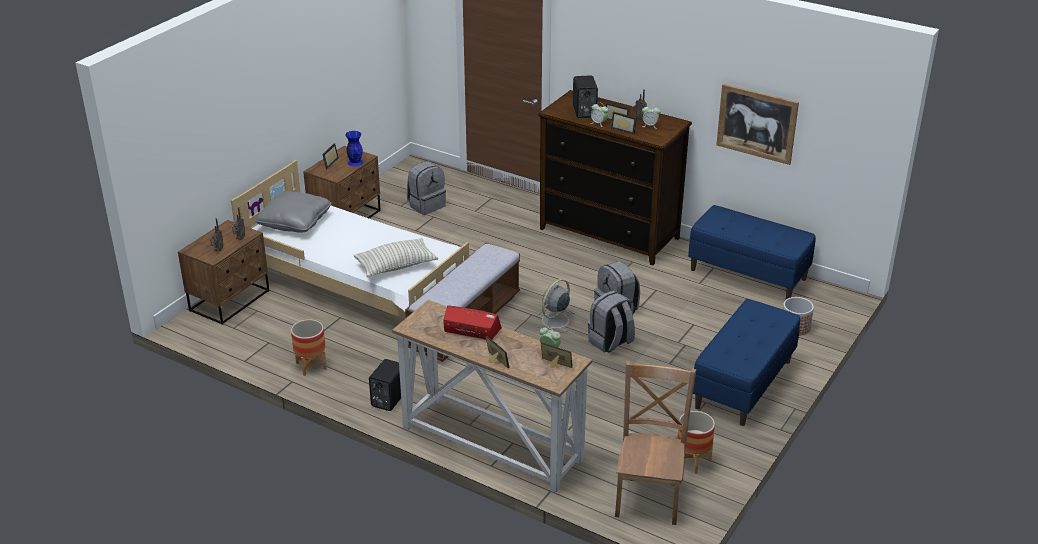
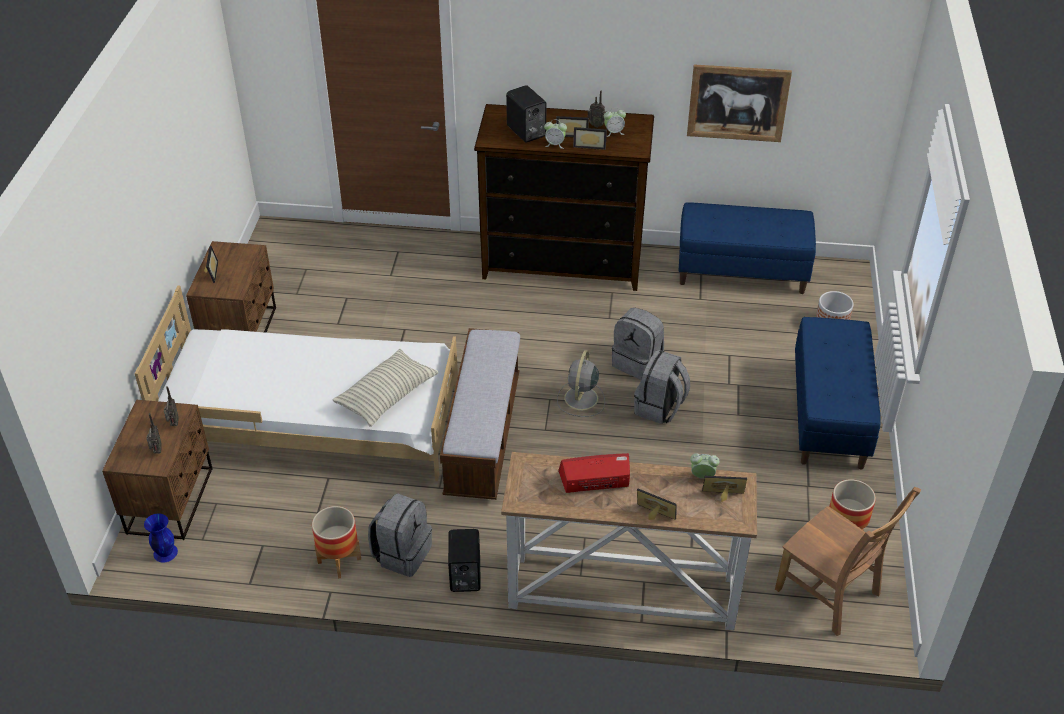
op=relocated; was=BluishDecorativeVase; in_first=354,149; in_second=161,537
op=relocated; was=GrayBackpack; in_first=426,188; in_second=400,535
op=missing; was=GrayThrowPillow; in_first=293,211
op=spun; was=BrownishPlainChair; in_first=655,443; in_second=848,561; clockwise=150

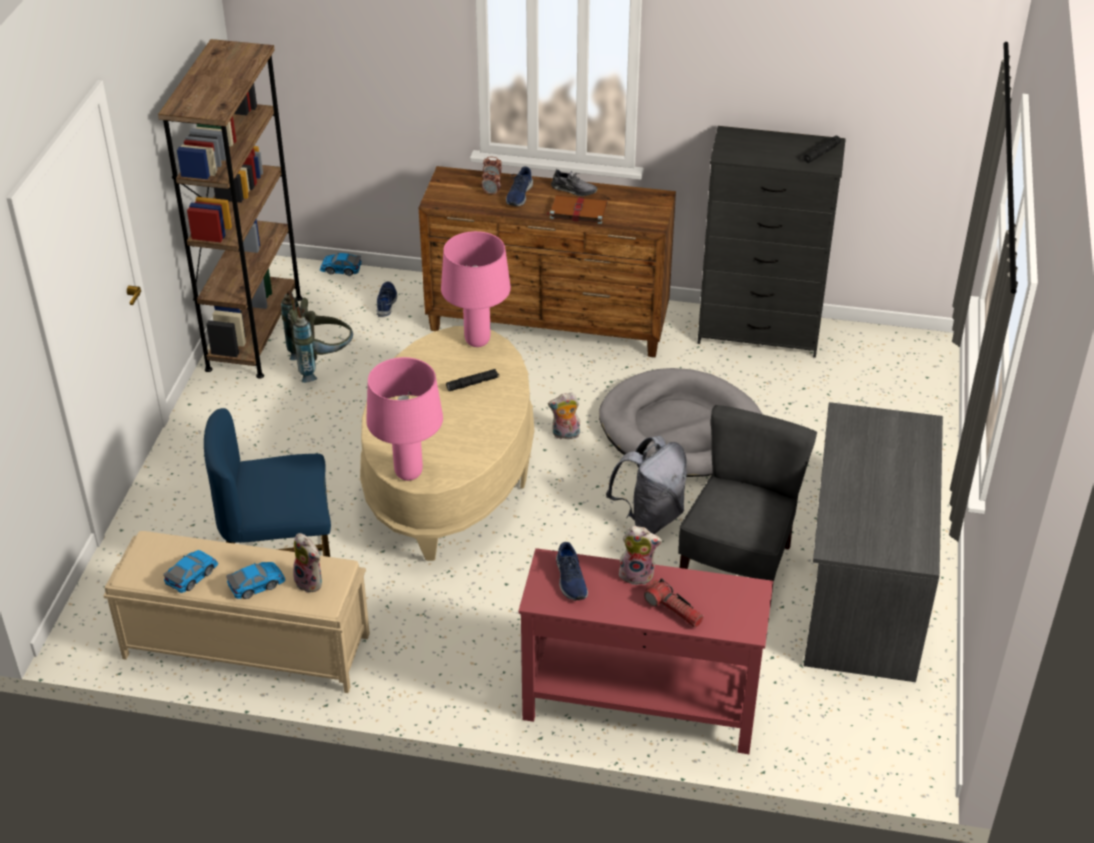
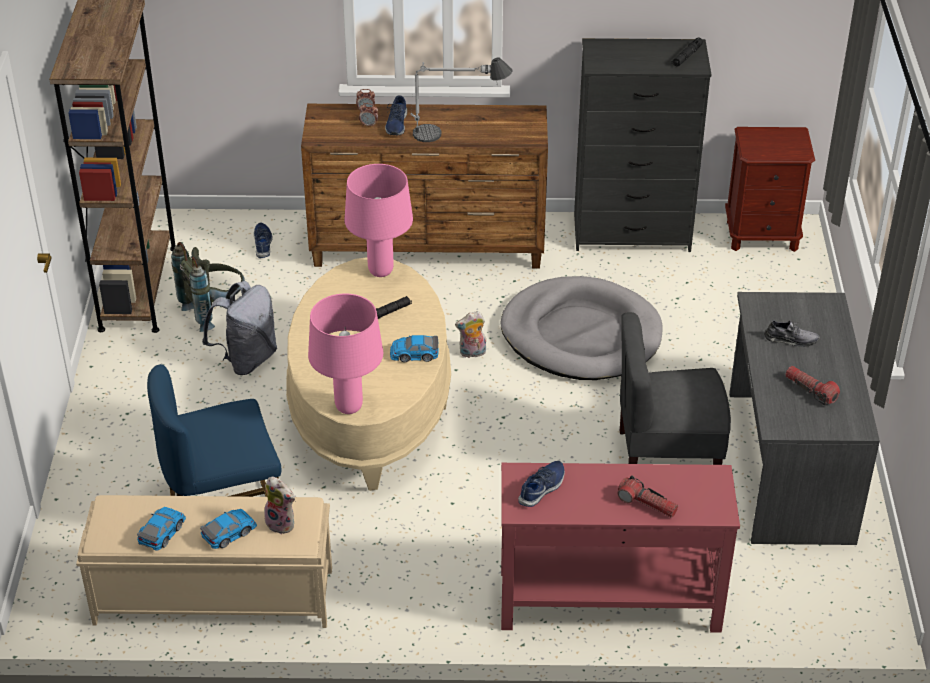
op=relocated; was=GrayShoe; in_first=574,182; in_second=792,333
op=exchanged; was=BrownishBoundBook; now=TabletopLamp; in_first=577,209; in_second=461,100
op=relocated; was=MiniatureCar; in_first=341,264; in_second=414,348
op=spun; was=GrayPlainChair; in_first=747,506; in_second=675,388; clockwise=-105
op=relocated; was=GrayBackpack; in_first=646,485; in_second=239,328
op=missing; was=SoftToy; in_first=640,555
op=spun; was=BluishShoe; in_first=572,571; in_second=541,484; clockwise=-120
op=appeared; now=BrownishBedsideTable; in_second=770,189
op=appeared; now=Torch; in_second=812,385

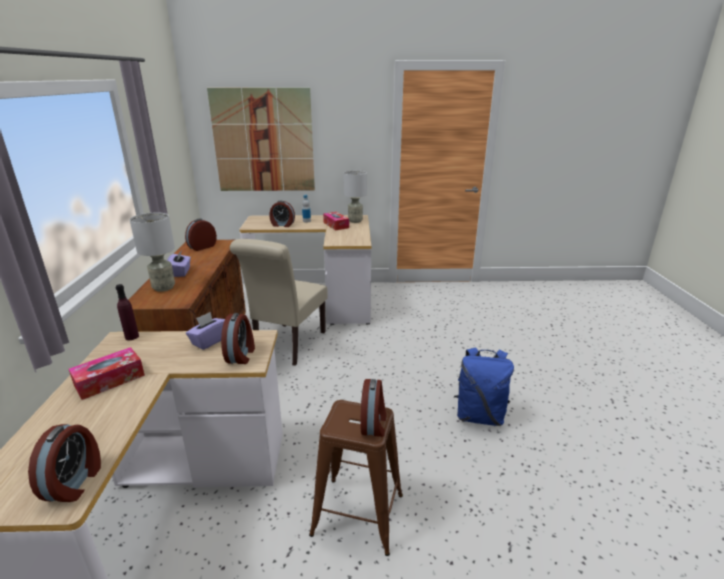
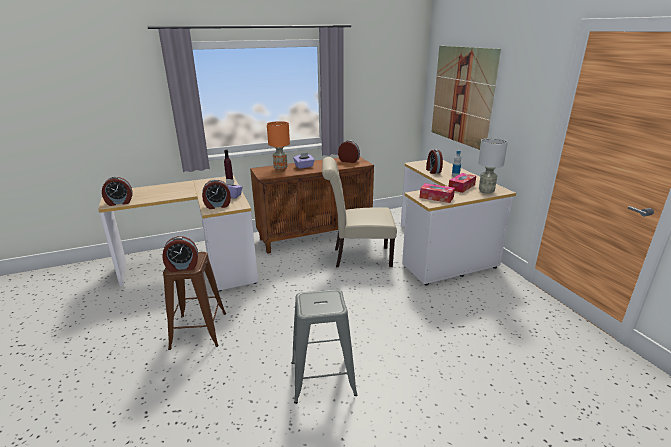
op=colour; was=GrayTabletopLamp; now=OrangeColouredTabletopLamp; in_first=152,252; in_second=278,146
op=relocated; was=TissueHolder; in_first=107,373; in_second=437,193
op=exchanged; was=BluishBackpack; now=GraySittingStool; in_first=484,386; in_second=324,346

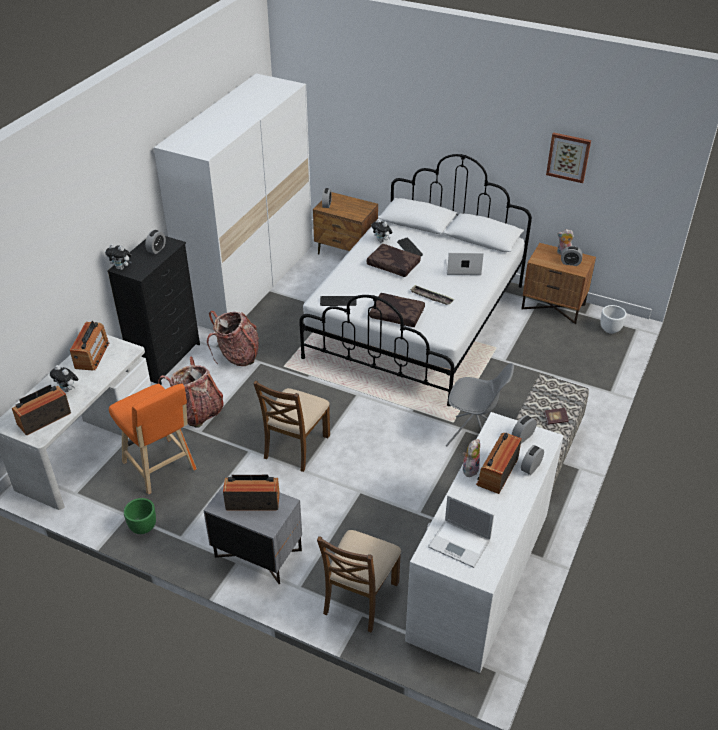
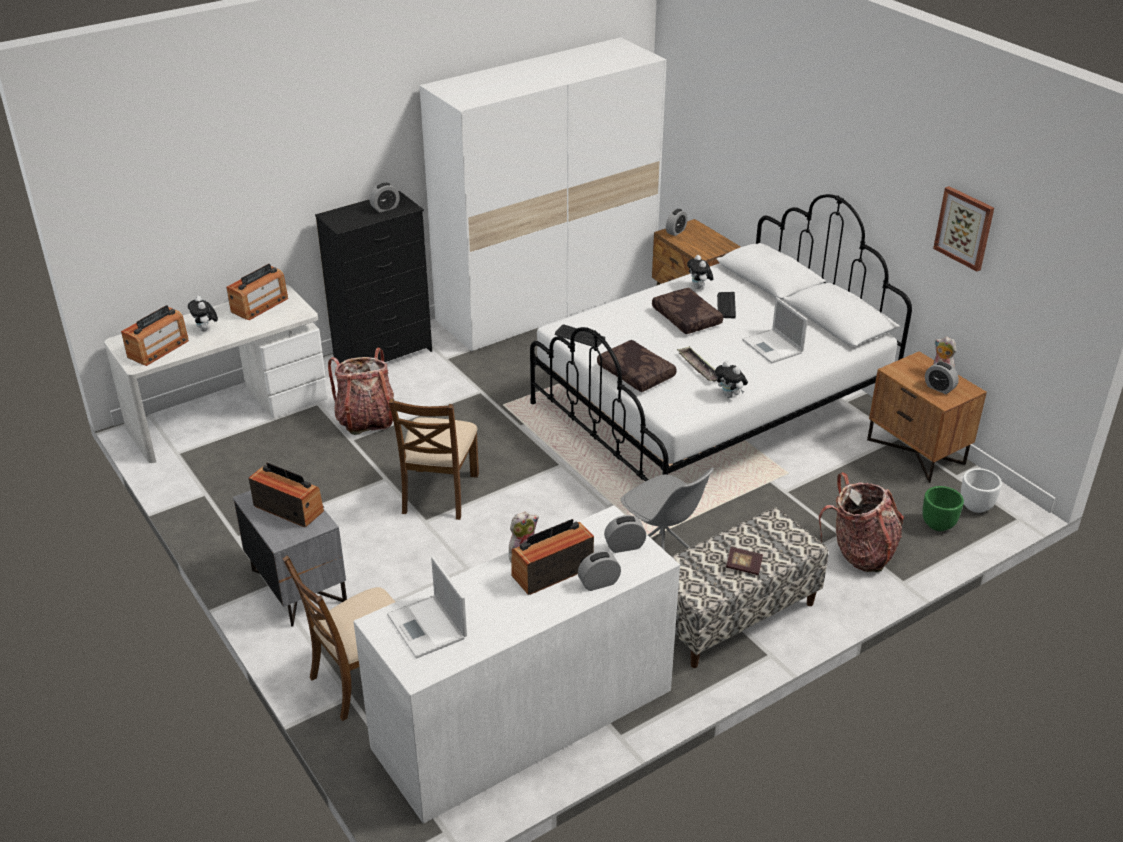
op=relocated; was=SoftToy; in_first=118,257; in_second=731,379
op=spun; was=PortableComputer; in_first=465,263; in_second=775,330; clockwise=-150
op=relocated; was=Backpack; in_first=233,338; in_second=861,522
op=spun; was=BrownishPlainChair; in_first=291,426; in_second=434,459; clockwise=-45
op=missing; was=OrangeColouredSittingStool; in_first=153,439
op=spun; was=RadioReceiver; in_first=41,410; in_second=155,335; clockwise=135
op=relocated; was=GreenishPlantPot; in_first=140,516; in_second=943,508

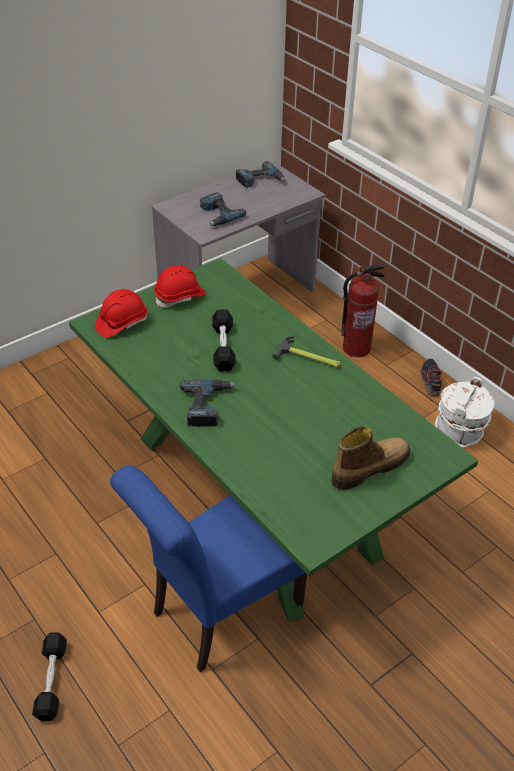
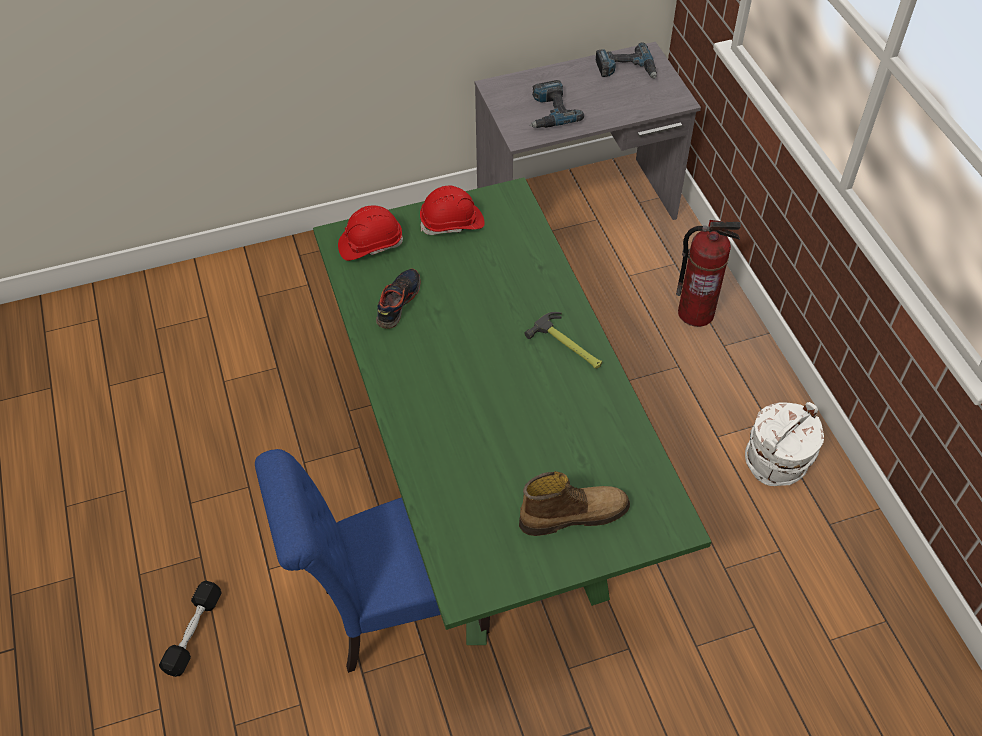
op=missing; was=BlackishDumbbell; in_first=224,340
op=relocated; was=Shoe; in_first=431,377; in_second=398,299
op=missing; was=ElectricDrill; in_first=208,403

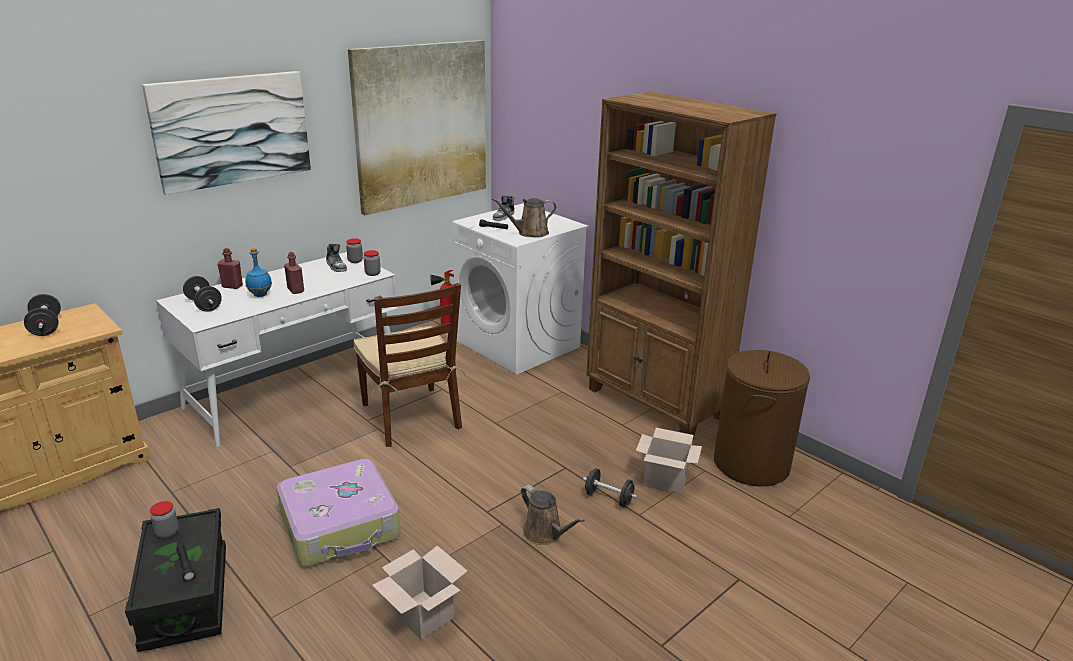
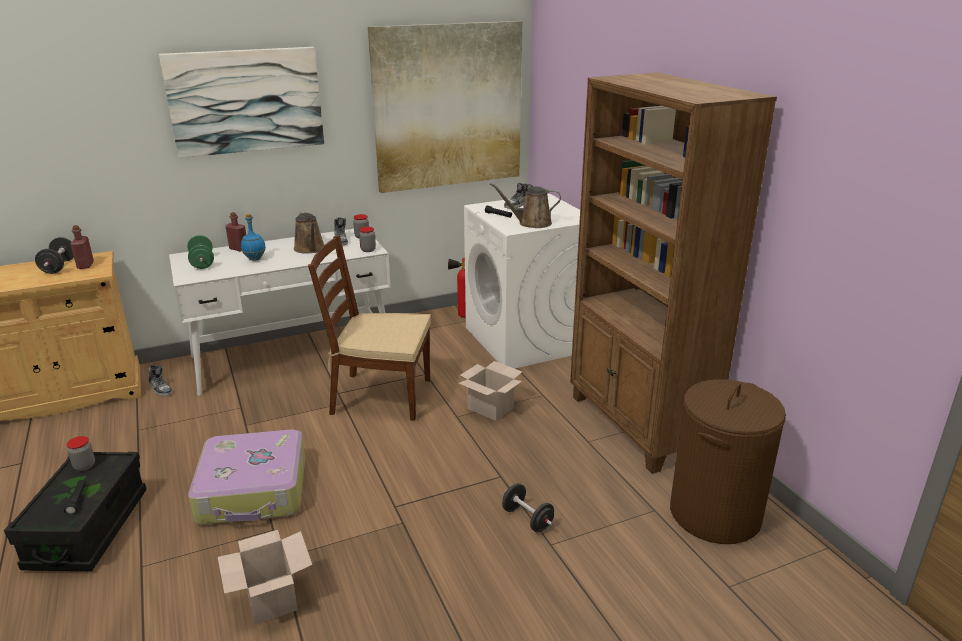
op=relocated; was=ReddishBeverageBottle; in_first=294,273; in_second=82,247
op=colour; was=BlackishDumbbell; now=GreenishDumbbell; in_first=202,294; in_second=200,252
op=spun; was=BrownishPlainChair; in_first=409,365; in_second=369,328; clockwise=105
op=relocated; was=PackingBox; in_first=669,460; in_second=490,391
op=relocated; was=BrownishSprinklingCan; in_first=553,515; in_second=309,233
op=appeared; now=Shoe; in_second=160,380

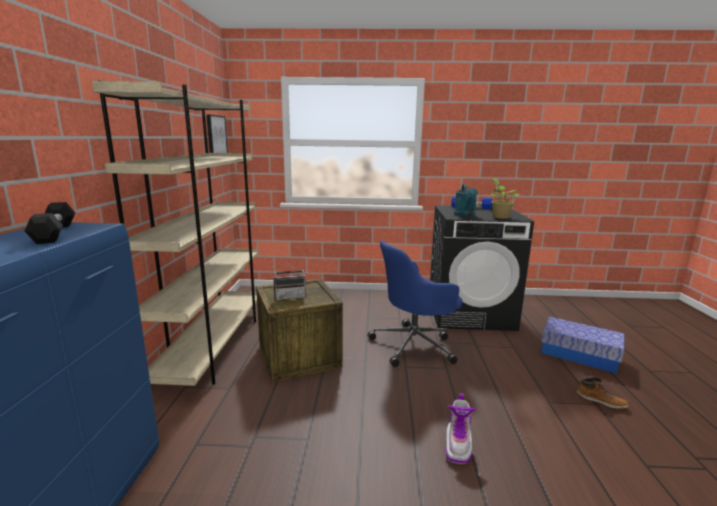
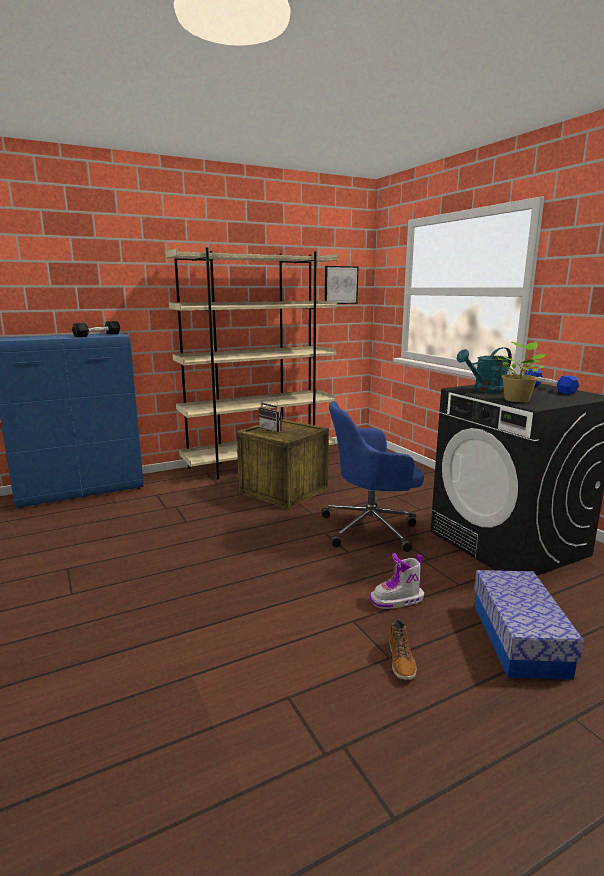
op=spun; was=BluishComputerChair; in_first=415,303; in_second=372,476; clockwise=-45
op=relocated; was=HighTopBoot; in_first=461,428; in_second=396,581

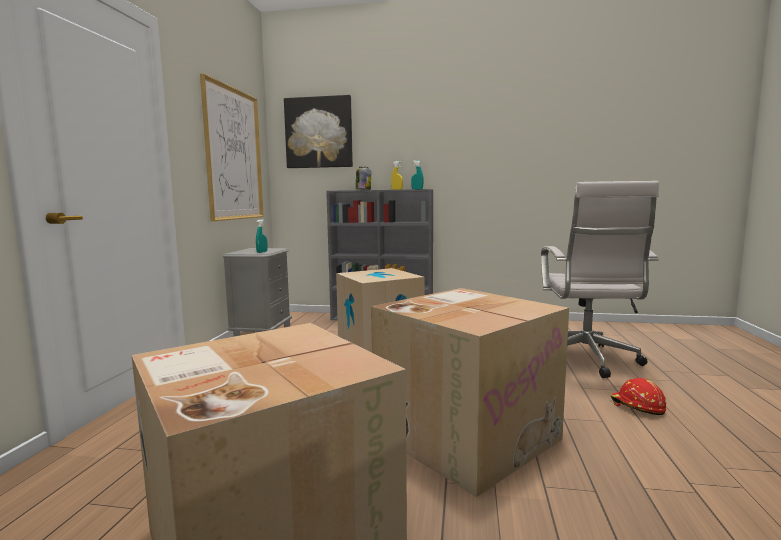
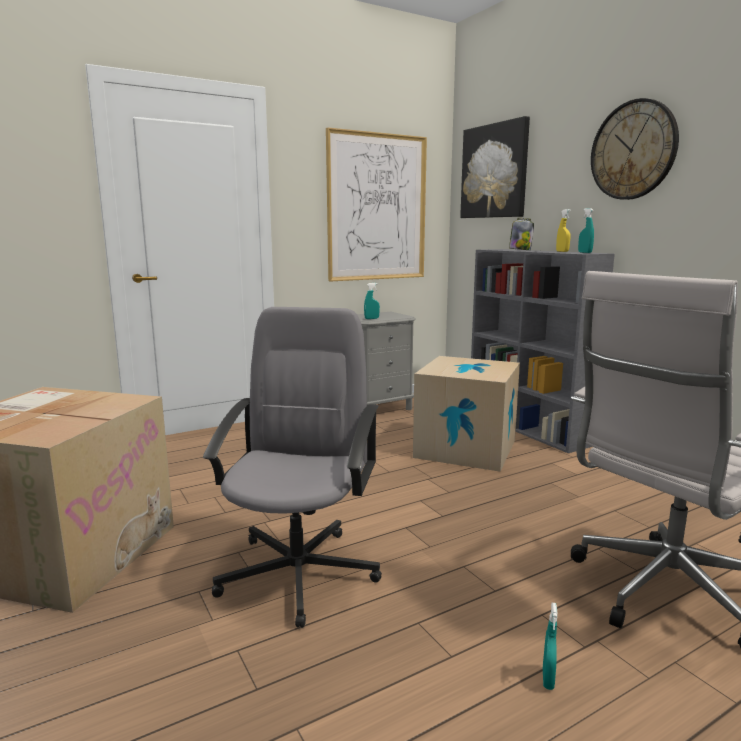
op=exchanged; was=PackingBox; now=GrayComputerChair; in_first=470,392; in_second=292,467
op=exchanged; was=ReddishHardHat; now=TurquoiseColouredSprayBottle; in_first=638,396; in_second=550,646
op=appeared; now=HangingClock; in_second=635,149

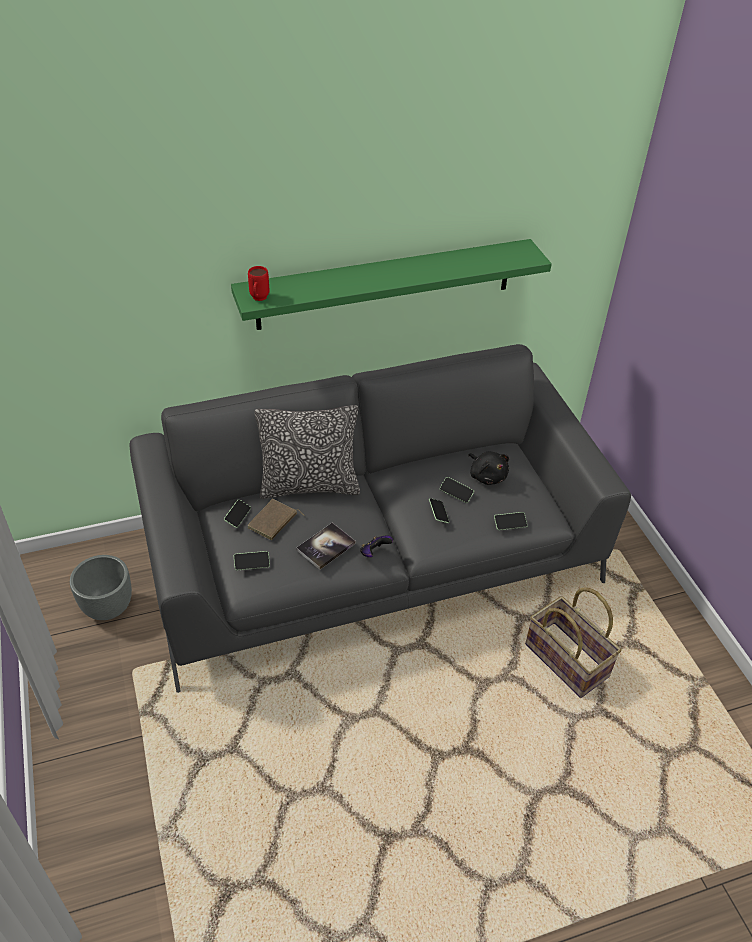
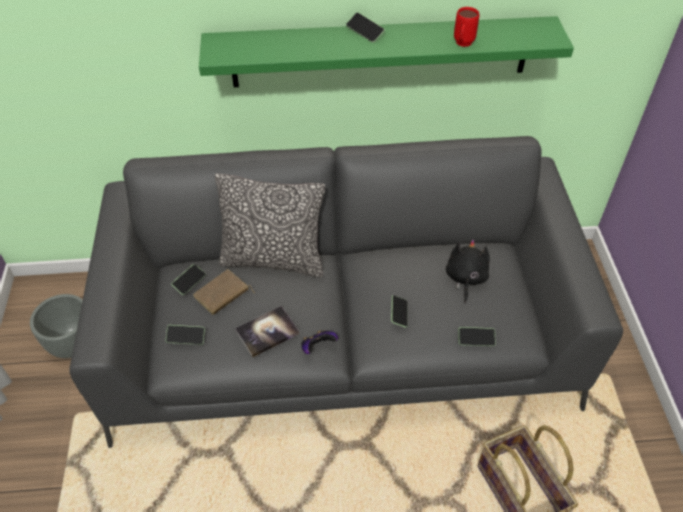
op=relocated; was=ReddishMug; in_first=258,283; in_second=466,27
op=spun; was=BlackishSoftToy; in_first=488,468; in_second=468,271; clockwise=-150
op=relocated; was=Telephone; in_first=457,490; in_second=365,27

